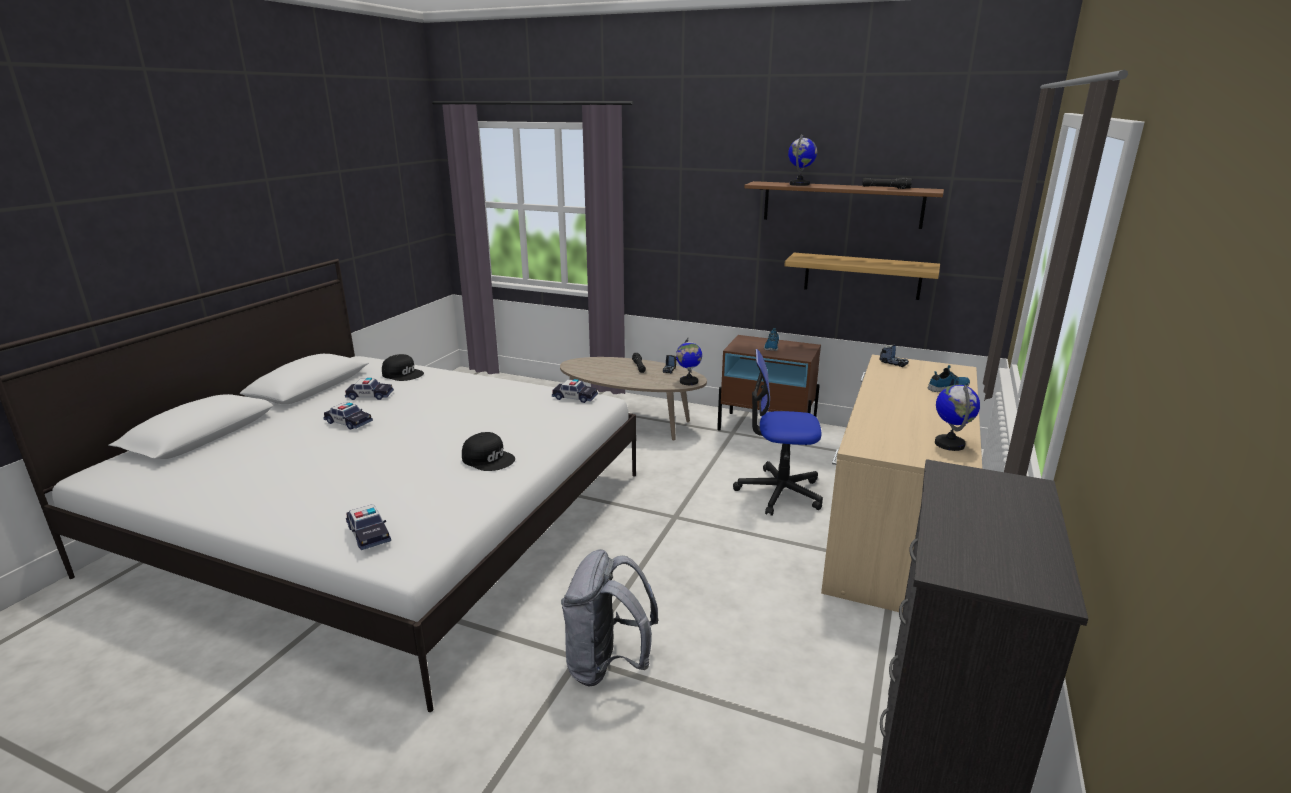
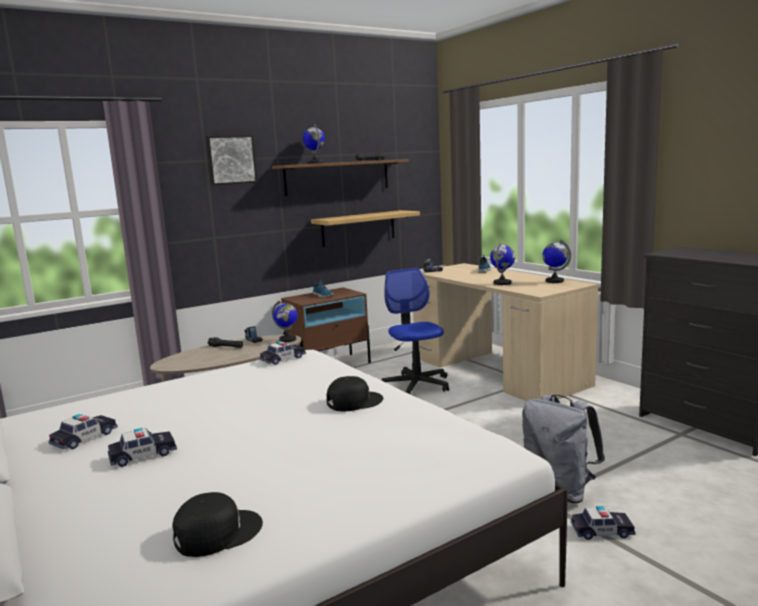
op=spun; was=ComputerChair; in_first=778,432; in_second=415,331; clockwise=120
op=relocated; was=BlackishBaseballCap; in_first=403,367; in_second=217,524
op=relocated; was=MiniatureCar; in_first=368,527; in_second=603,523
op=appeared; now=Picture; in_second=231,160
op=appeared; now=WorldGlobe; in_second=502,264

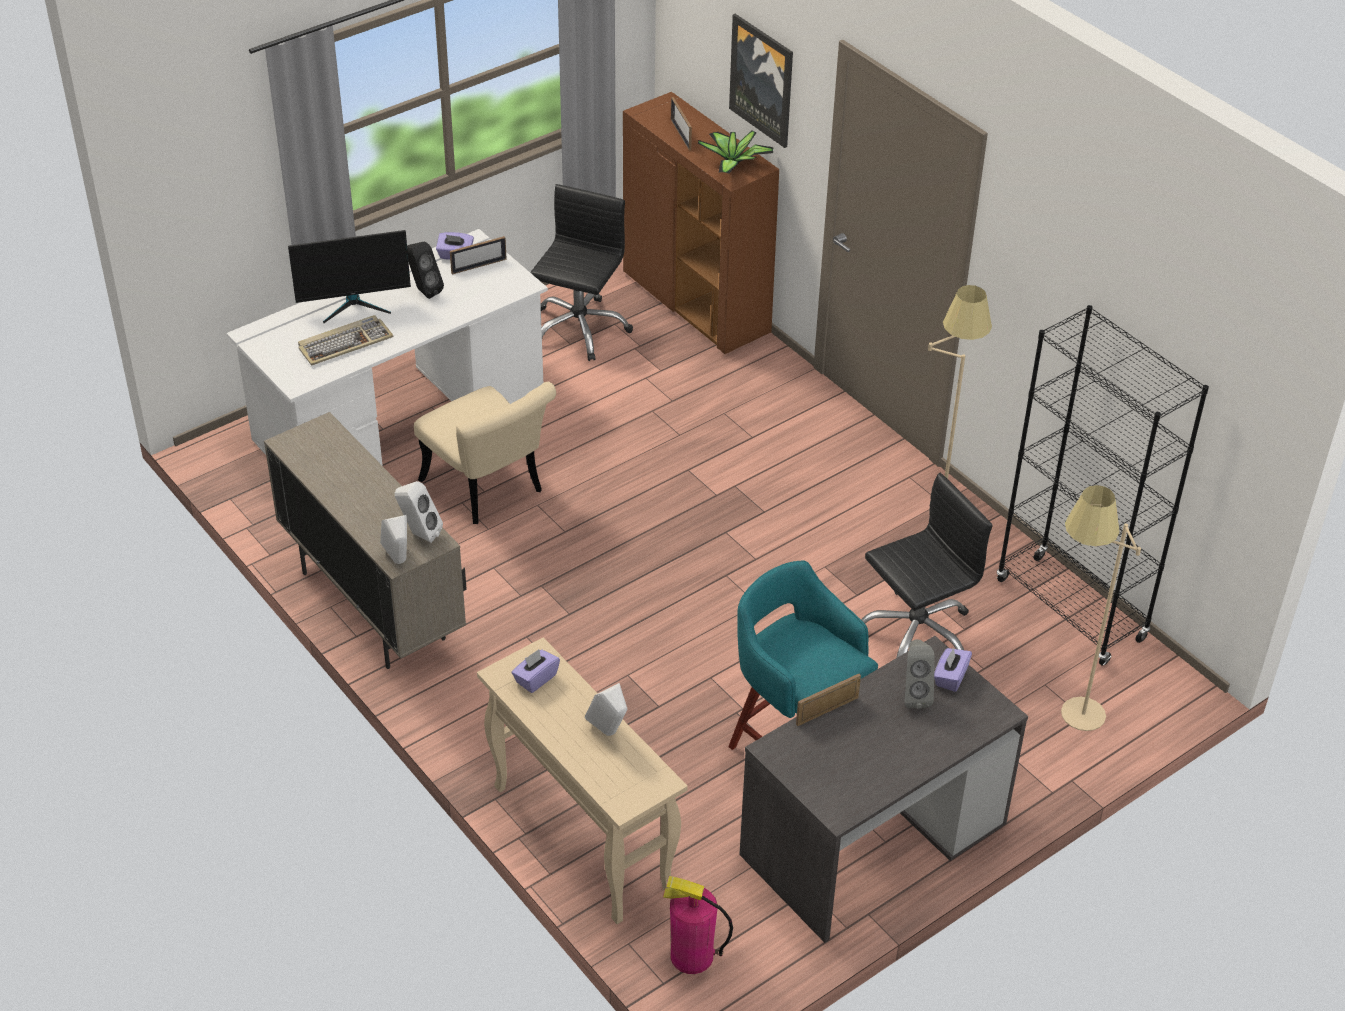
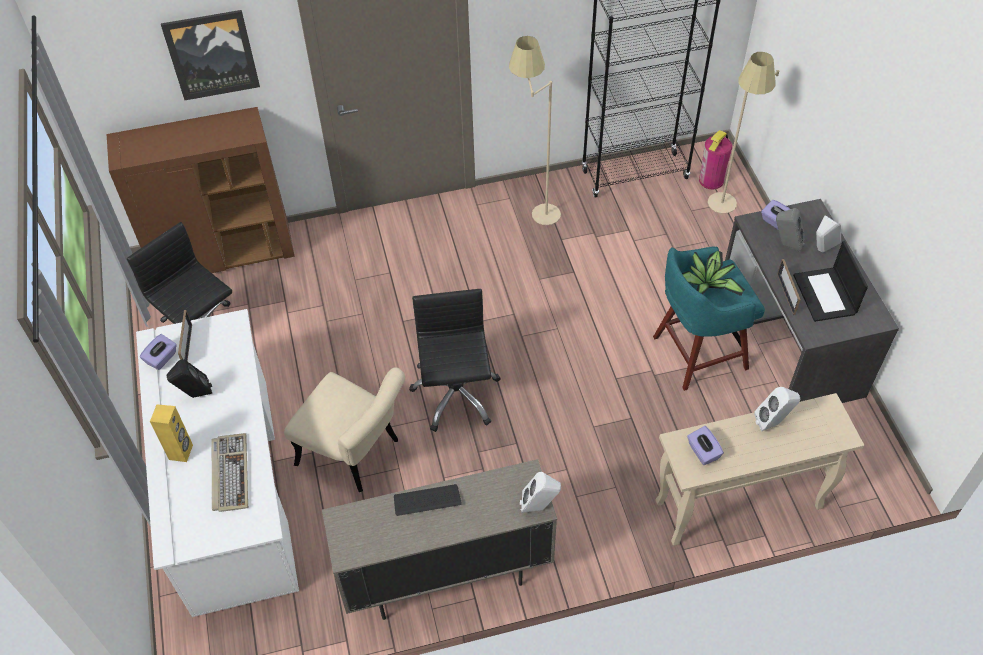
op=missing; was=PictureFrame; in_first=681,123
op=relocated; was=PlantInAPot; in_first=736,151; in_second=713,273
op=exchanged; was=ComputerDisplay; now=YellowAudioSpeaker; in_first=349,276; in_second=171,433
op=spun; was=SandColouredPlainChair; in_first=485,453; in_second=344,429; clockwise=45
op=relocated; was=BlackishComputerChair; in_first=926,565; in_second=454,360
op=relocated; was=WhitishAudioSpeaker; in_first=419,512; in_second=828,233
op=relocated; was=Extinguisher; in_first=698,925; in_second=715,159
op=appeared; now=PortableComputer; in_second=830,281
op=appeared; now=PcKeyboard; in_second=428,500

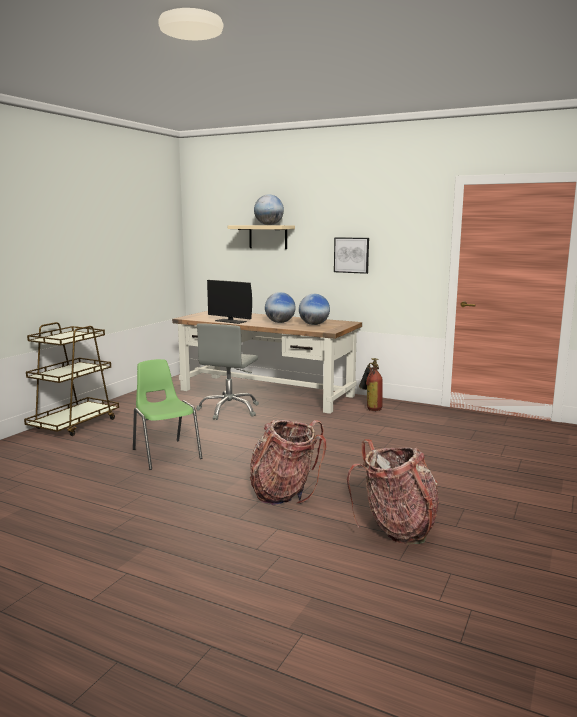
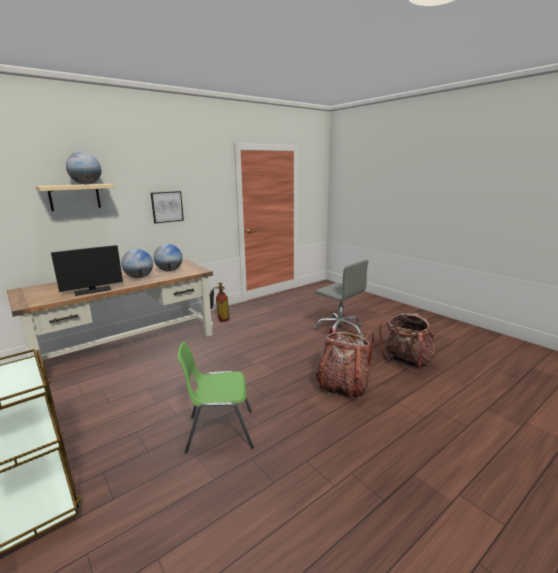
op=relocated; was=GrayComputerChair; in_first=227,371; in_second=341,298

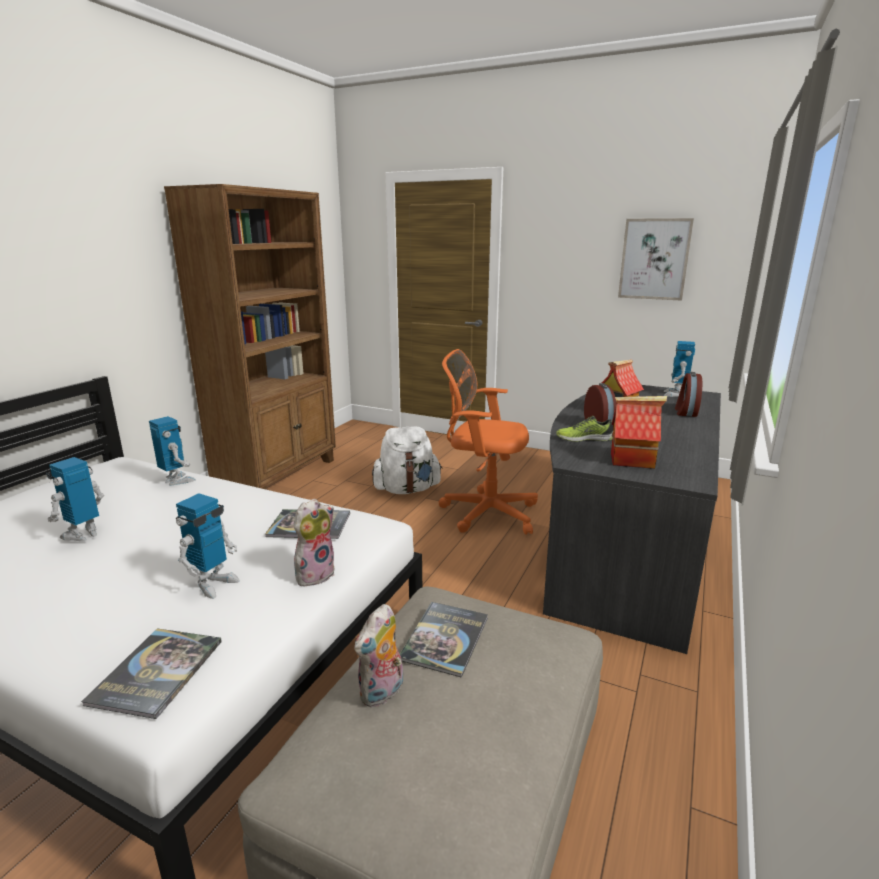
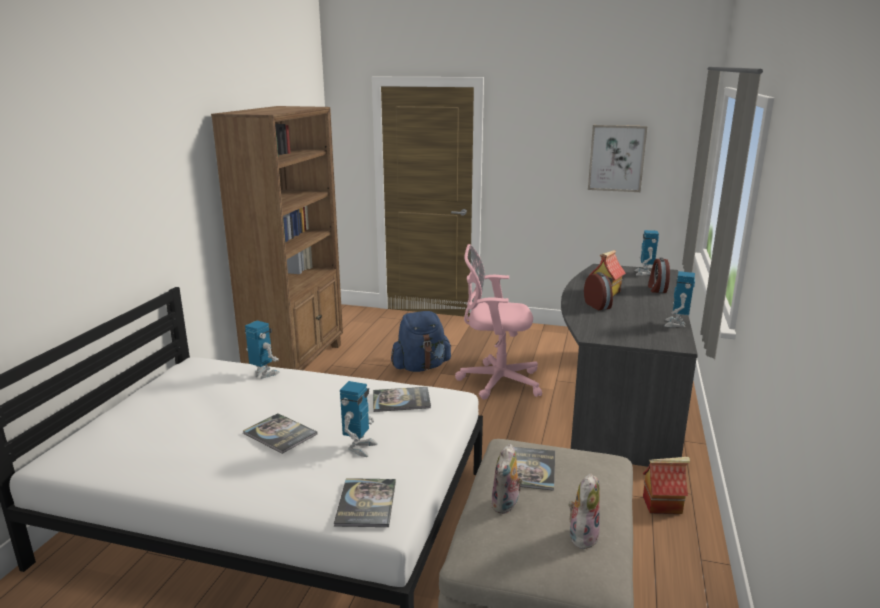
op=colour; was=OrangeColouredComputerChair; now=PinkComputerChair; in_first=488,442; in_second=498,322
op=relocated; was=ToyHouse; in_first=639,432; in_second=666,485
op=missing; was=Shoe; in_first=584,429
op=colour; was=WhitishBackpack; now=BluishBackpack; in_first=407,460; in_second=421,341
op=relocated; was=ModelRobot; in_first=75,499; in_second=679,299
op=relocated; was=SoftToy; in_first=314,543; in_second=584,511
op=appeared; now=BoundBook; in_second=280,433

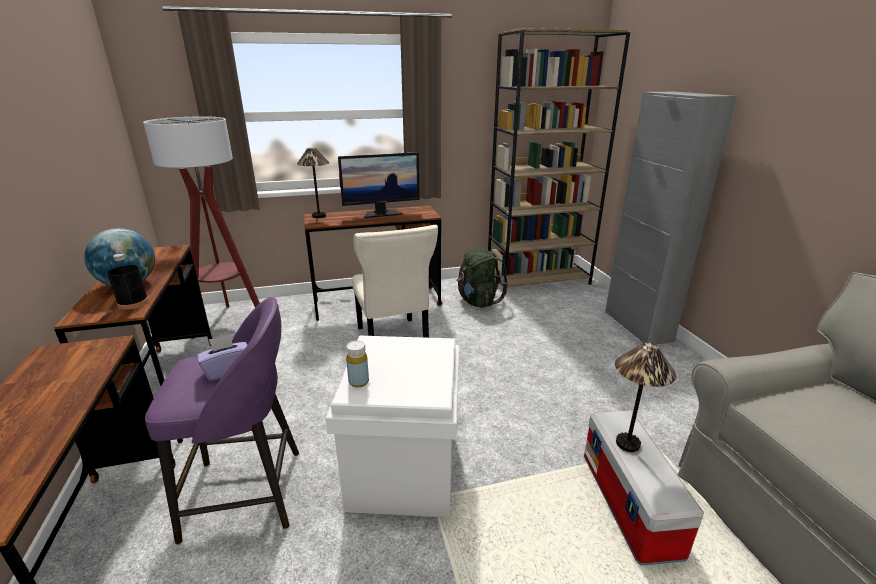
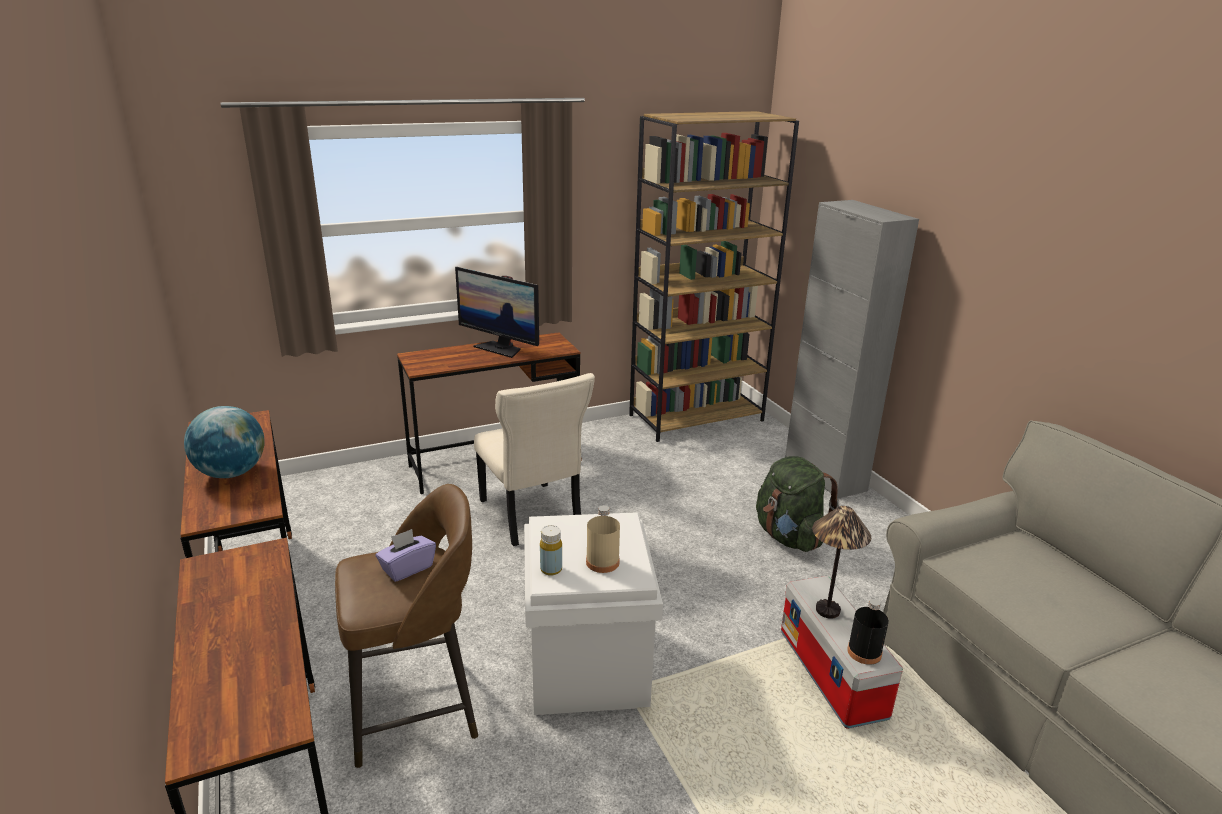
op=missing; was=StandingLamp; in_first=201,227
op=missing; was=TabletopLamp; in_first=313,183
op=spun; was=ComputerDisplay; in_first=379,185; in_second=497,312; clockwise=60
op=relocated; was=GreenishBackpack; in_first=482,278; in_second=797,504
op=relocated; was=BlackishBeverageBottle; in_first=128,282; in_second=868,632
op=colour; was=PurplishSittingStool; now=BrownishSittingStool; in_first=222,420; in_second=406,626
op=appeared; now=SandColouredBeverageBottle; in_second=603,539

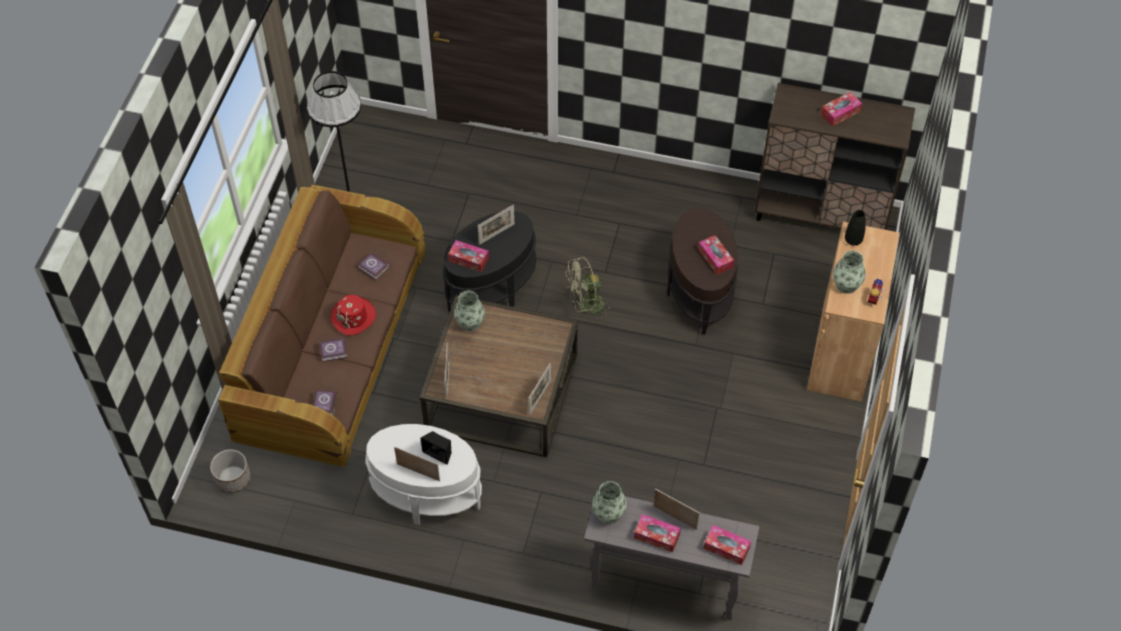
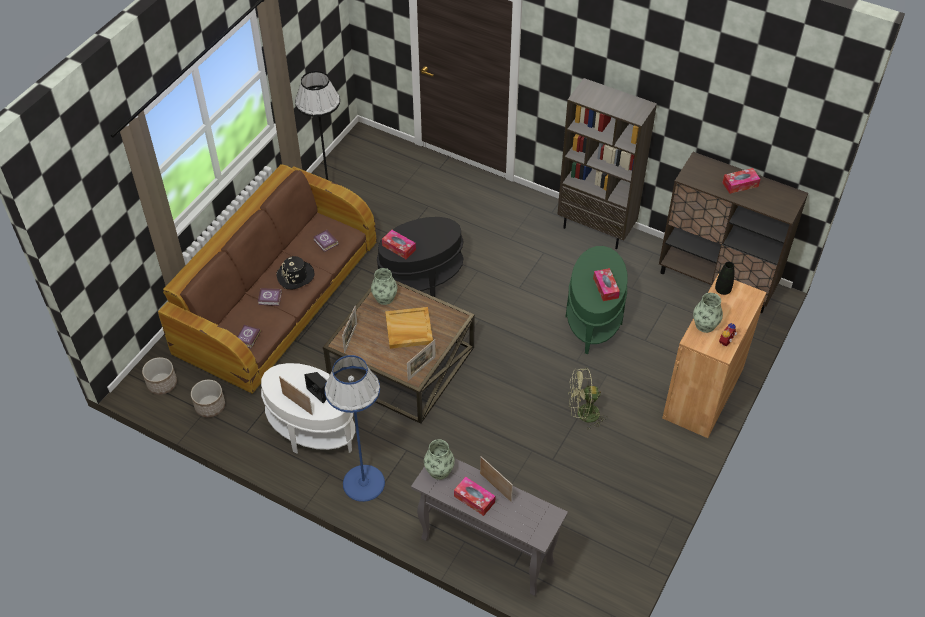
op=missing; was=PictureFrame; in_first=496,225
op=colour; was=BrownishEndTable; now=GreenishEndTable; in_first=702,271; in_second=596,300
op=relocated; was=GreenishFan; in_first=589,288; in_second=587,399
op=colour; was=ReddishHat; now=BlackishHat; in_first=353,315; in_second=295,272
op=missing; was=TissueHolder; in_first=727,545
op=appeared; now=BrownishShelvingUnit; in_second=607,163
op=appeared; now=SandColouredServingTray; in_second=409,328
op=appeared; now=BluishStandingLamp; in_second=355,428
op=appeared; now=PlantPot; in_second=208,398

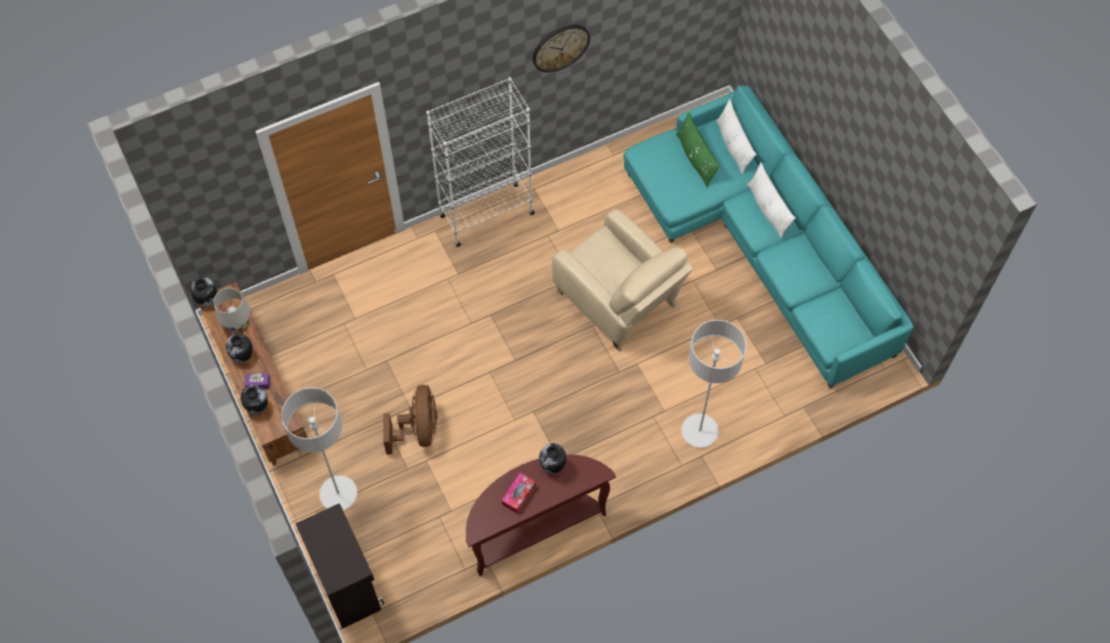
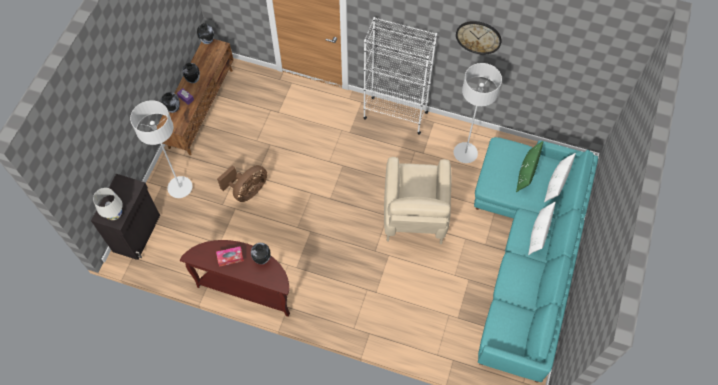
op=relocated; was=WhitishTabletopLamp; in_first=232,310; in_second=107,204
op=relocated; was=GrayStandingLamp; in_first=714,384; in_second=478,113

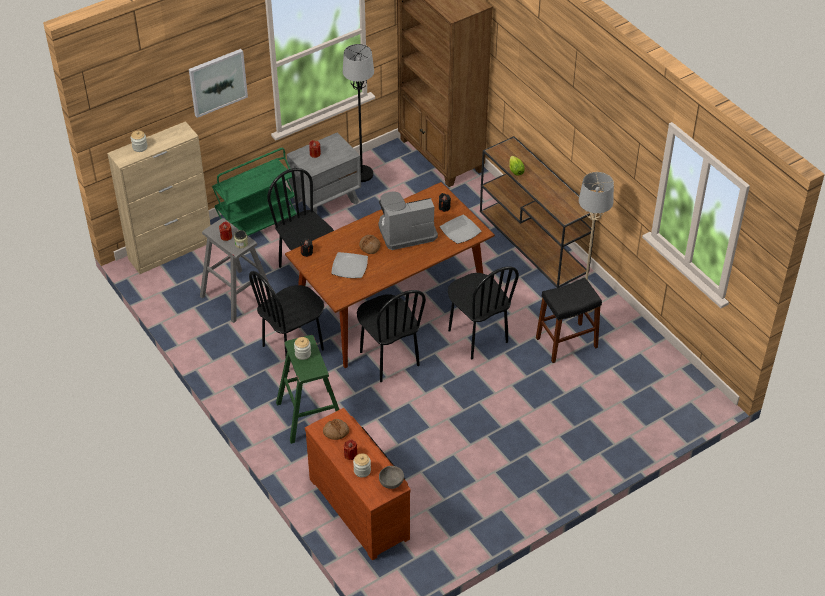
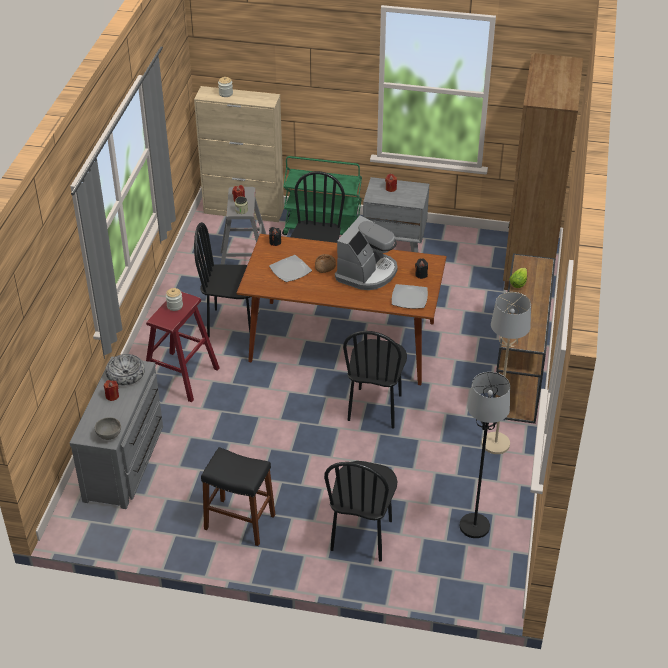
op=relocated; was=BlackishStandingLamp; in_first=358,113; in_second=485,455
op=missing; was=Picture; in_first=218,83
op=spun; was=CoffeeMachine; in_first=408,220; in_second=366,252; clockwise=90
op=relocated; was=BlackishSittingStool; in_first=569,320; in_second=238,496
op=relocated; was=BlackishPlainChair; in_first=391,336; in_second=361,511
op=colour; was=GreenishSittingStool; now=ReddishSittingStool; in_first=308,389; in_second=182,347
op=colour; was=BrownishDresser; now=GrayDresser; in_first=358,484; in_second=116,433
op=exchanged; was=BakeryBread; now=ServingBowl; in_first=336,429; in_second=125,369
op=missing; was=StorageJar; in_first=362,465

